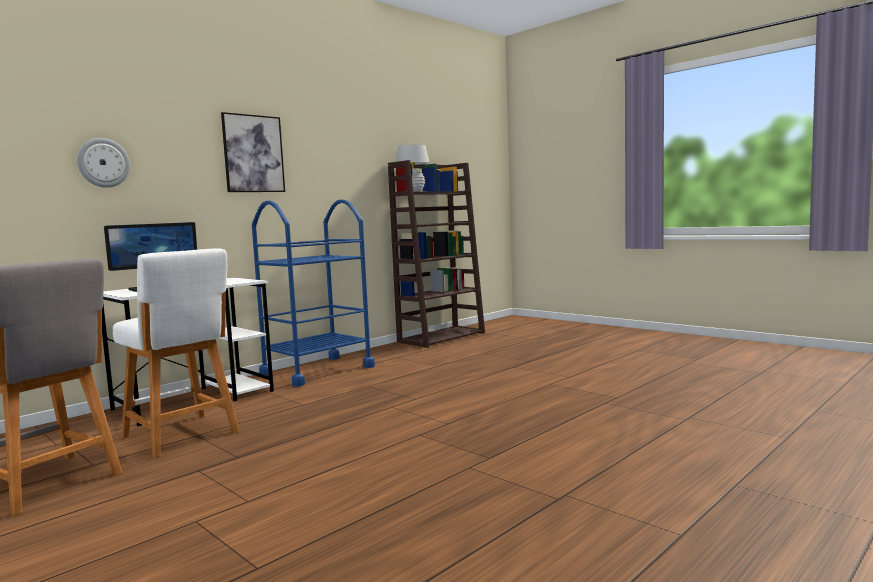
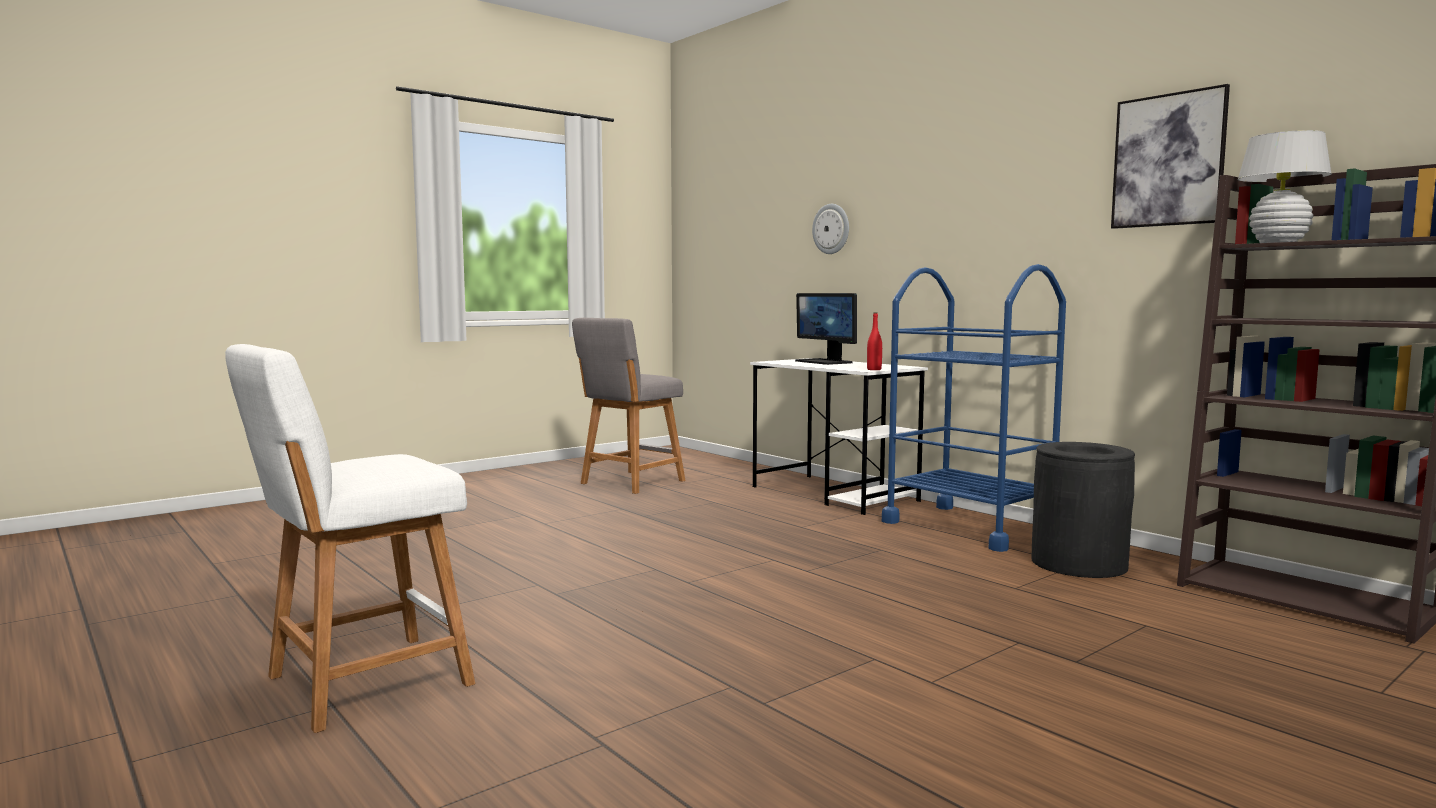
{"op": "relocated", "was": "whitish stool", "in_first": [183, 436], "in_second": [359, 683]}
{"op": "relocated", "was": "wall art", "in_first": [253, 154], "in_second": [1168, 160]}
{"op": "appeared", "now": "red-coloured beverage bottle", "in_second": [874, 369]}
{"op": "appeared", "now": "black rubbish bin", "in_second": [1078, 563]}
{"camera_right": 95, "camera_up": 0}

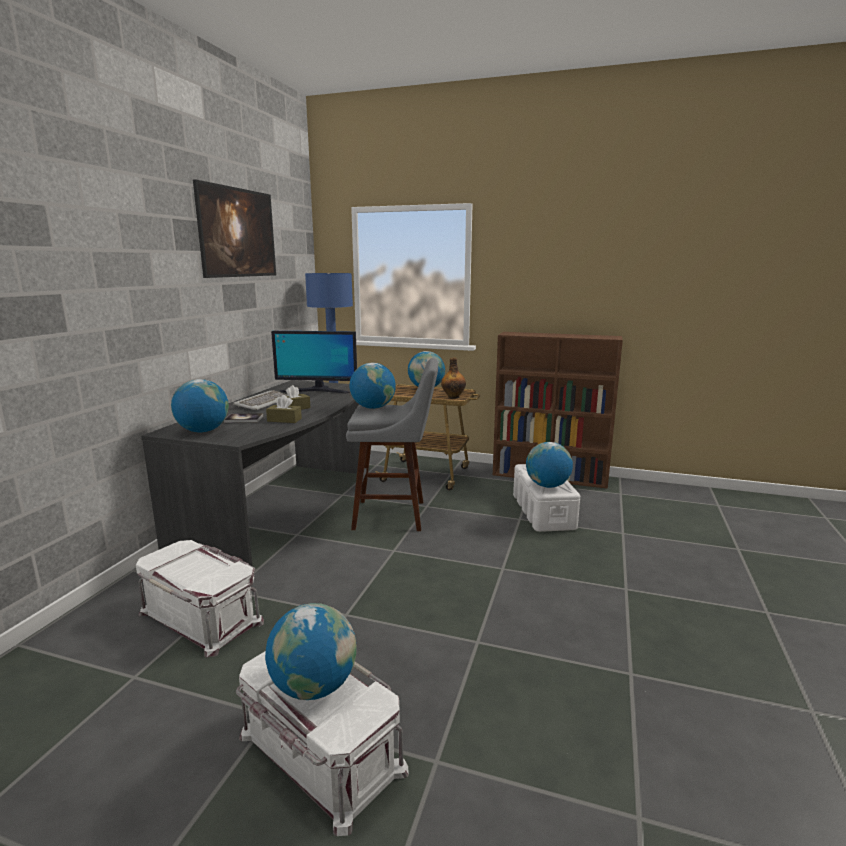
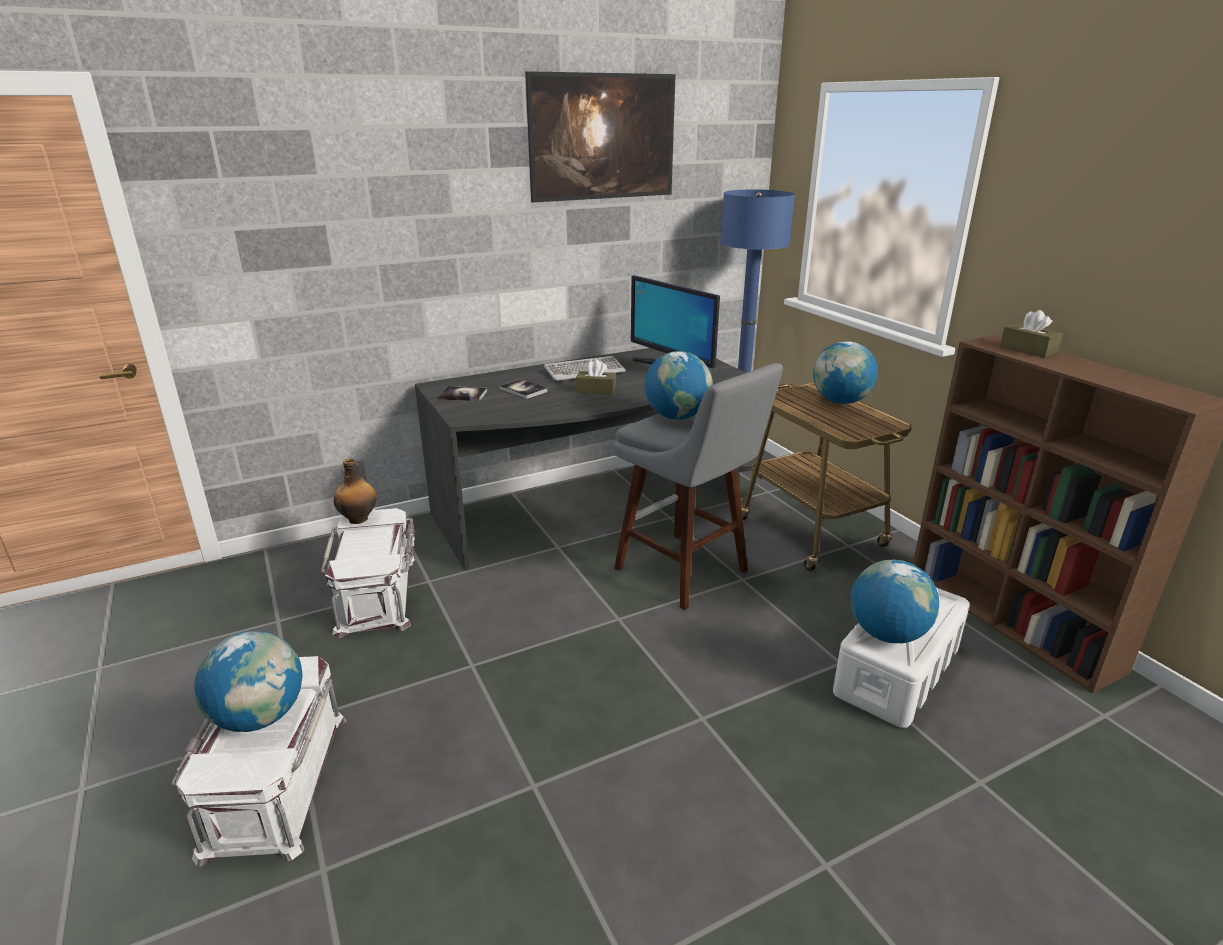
{"op": "exchanged", "was": "desk globe", "now": "book", "in_first": [203, 431], "in_second": [463, 395]}
{"op": "relocated", "was": "brownish tissue holder", "in_first": [284, 420], "in_second": [1028, 349]}
{"op": "relocated", "was": "beverage bottle", "in_first": [453, 397], "in_second": [359, 519]}
{"camera_right": 45, "camera_up": 10}

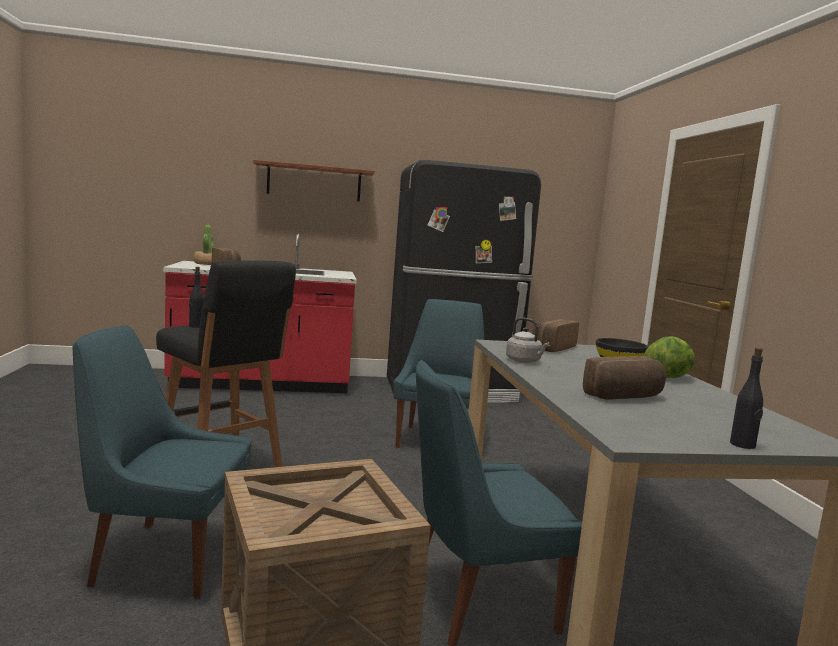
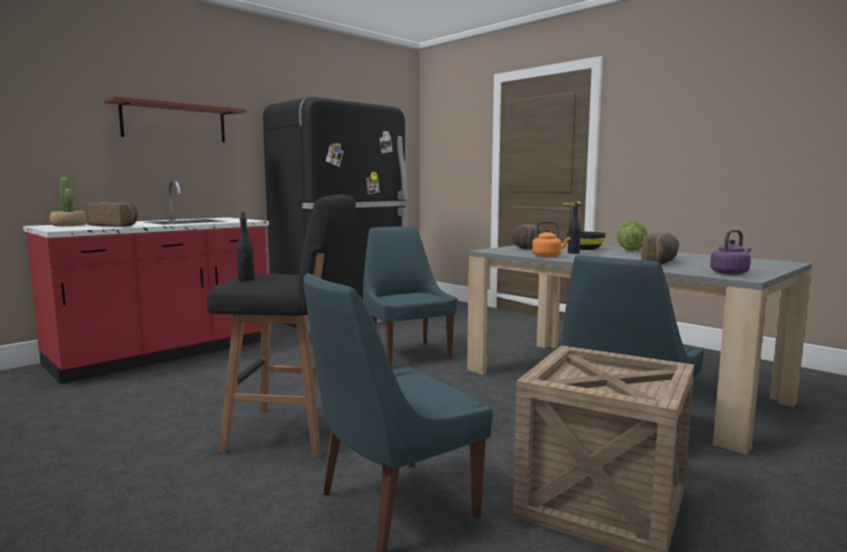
{"op": "colour", "was": "greyish kettle", "now": "orangey kettle", "in_first": [524, 361], "in_second": [548, 256]}
{"op": "relocated", "was": "black beverage bottle", "in_first": [742, 445], "in_second": [573, 253]}
{"op": "appeared", "now": "purplish kettle", "in_second": [730, 273]}
{"camera_right": -35, "camera_up": 0}

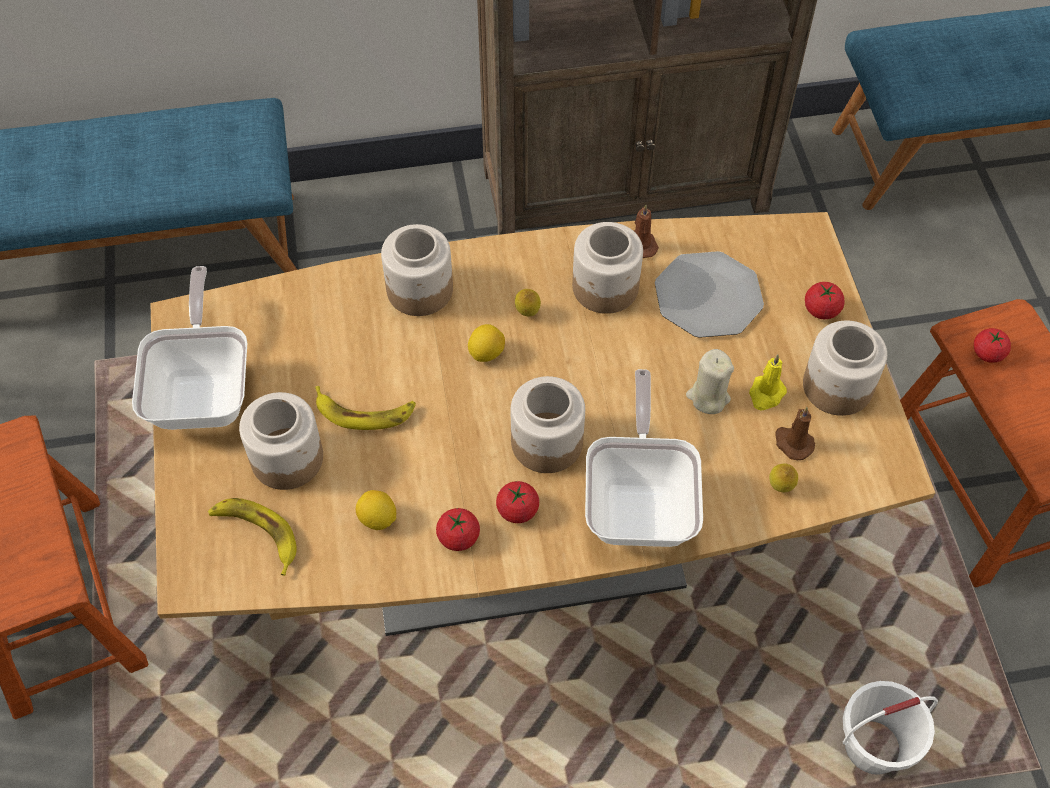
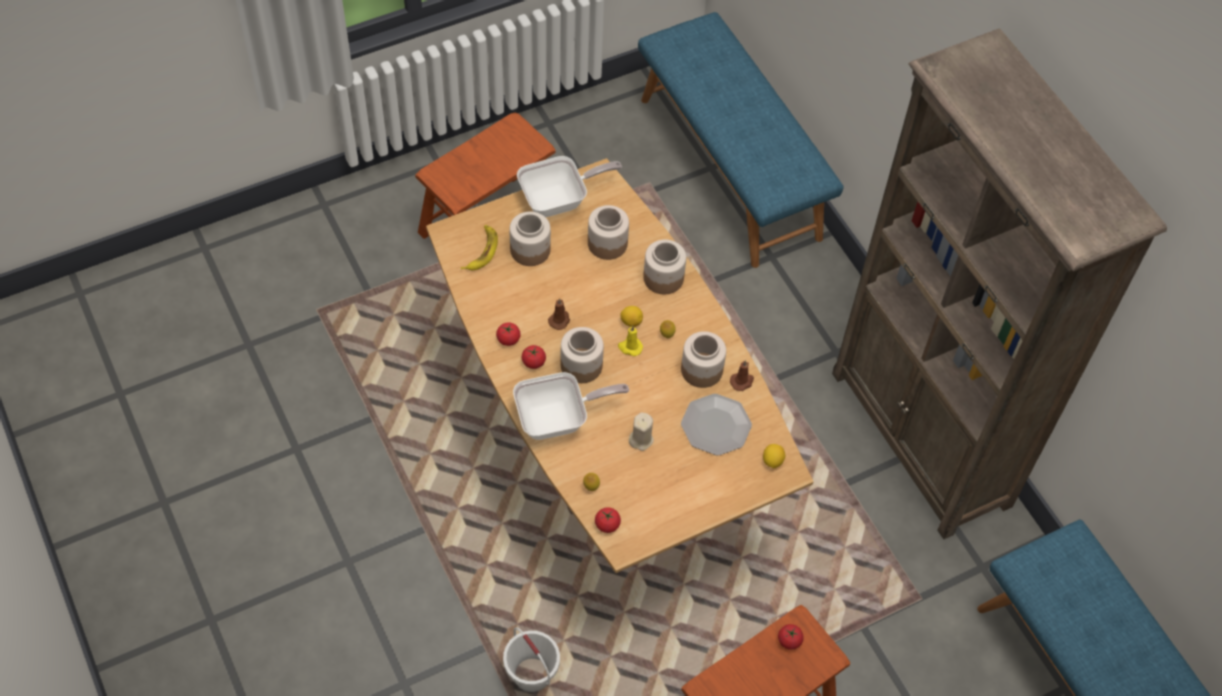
{"op": "missing", "was": "banana fruit", "in_first": [365, 412]}
{"op": "relocated", "was": "whole lemon", "in_first": [377, 519], "in_second": [772, 461]}
{"op": "relocated", "was": "yellow-coloured wax candle", "in_first": [766, 394], "in_second": [630, 347]}
{"op": "relocated", "was": "brownish wax candle", "in_first": [792, 443], "in_second": [559, 320]}
{"op": "relocated", "was": "storage jar", "in_first": [836, 386], "in_second": [607, 243]}
{"op": "relocated", "was": "whole tomato", "in_first": [821, 310], "in_second": [607, 524]}
{"camera_right": 70, "camera_up": 0}

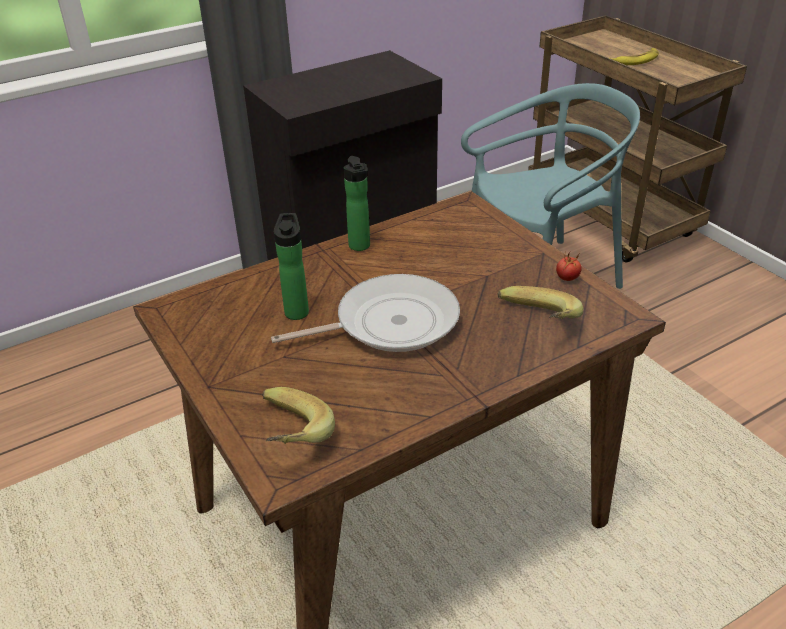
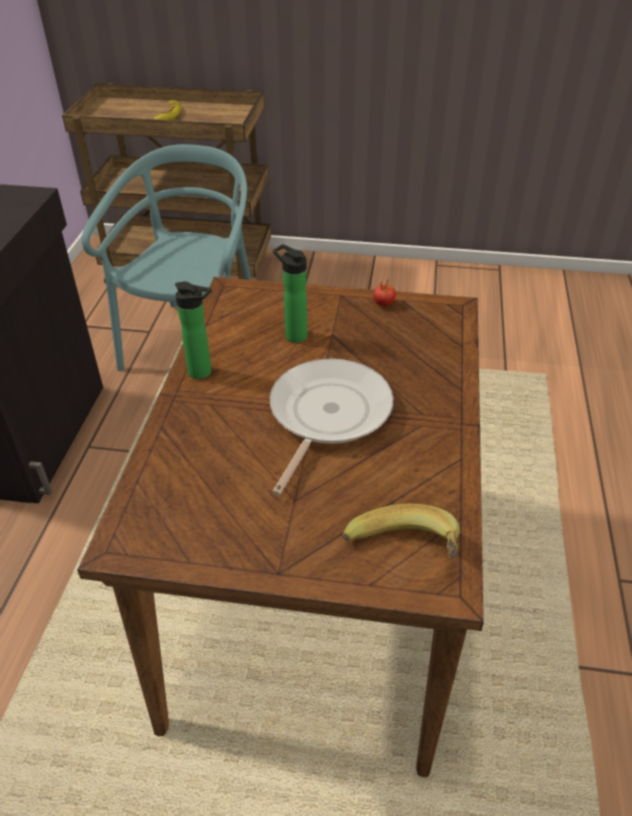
{"op": "relocated", "was": "beverage bottle", "in_first": [297, 310], "in_second": [293, 334]}
{"op": "missing", "was": "banana fruit", "in_first": [535, 324]}
{"camera_right": -50, "camera_up": 5}

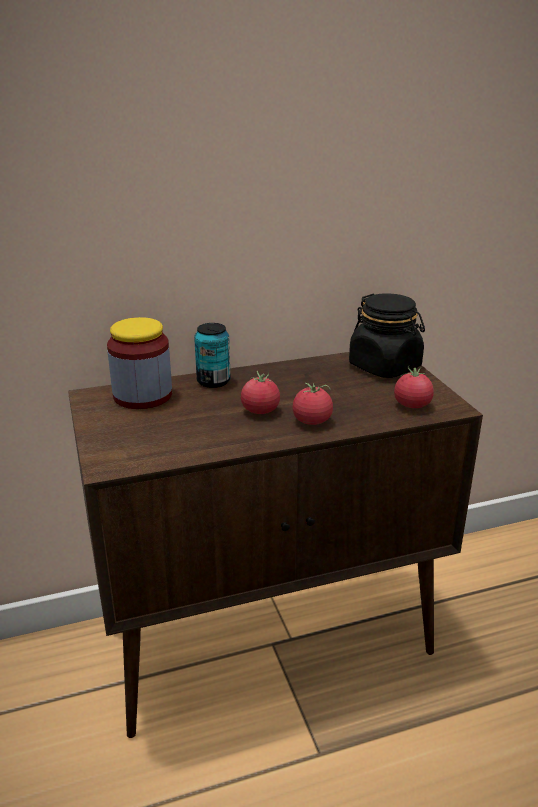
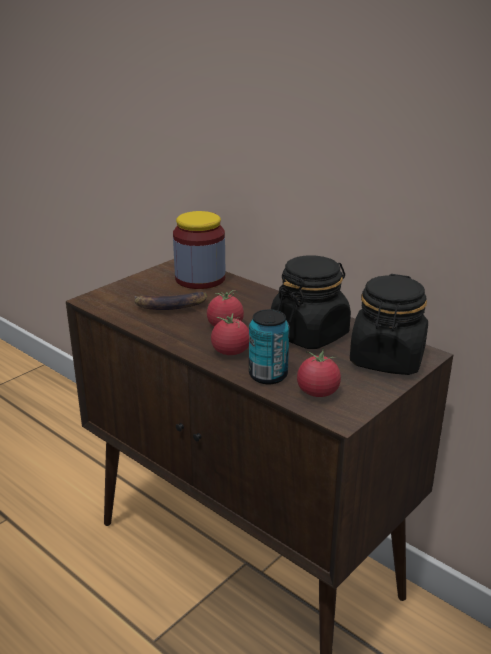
{"op": "relocated", "was": "can", "in_first": [213, 381], "in_second": [268, 375]}
{"op": "appeared", "now": "banana fruit", "in_second": [170, 305]}
{"op": "appeared", "now": "black storage jar", "in_second": [309, 334]}
{"camera_right": 60, "camera_up": 0}

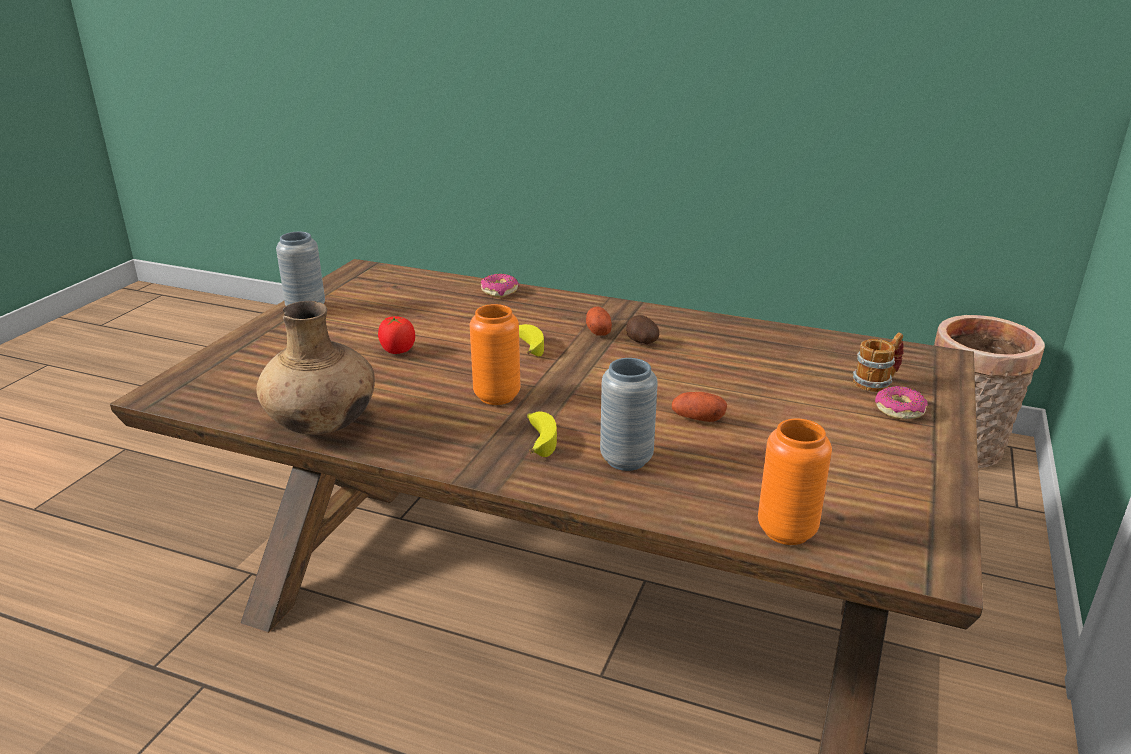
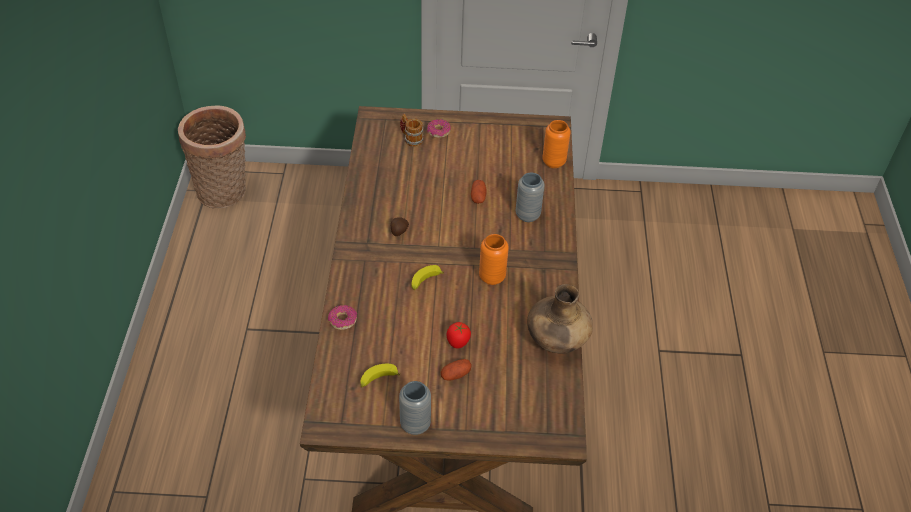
{"op": "relocated", "was": "banana fruit", "in_first": [538, 439], "in_second": [378, 379]}
{"op": "relocated", "was": "potato", "in_first": [598, 331], "in_second": [455, 374]}
{"camera_right": -110, "camera_up": 20}

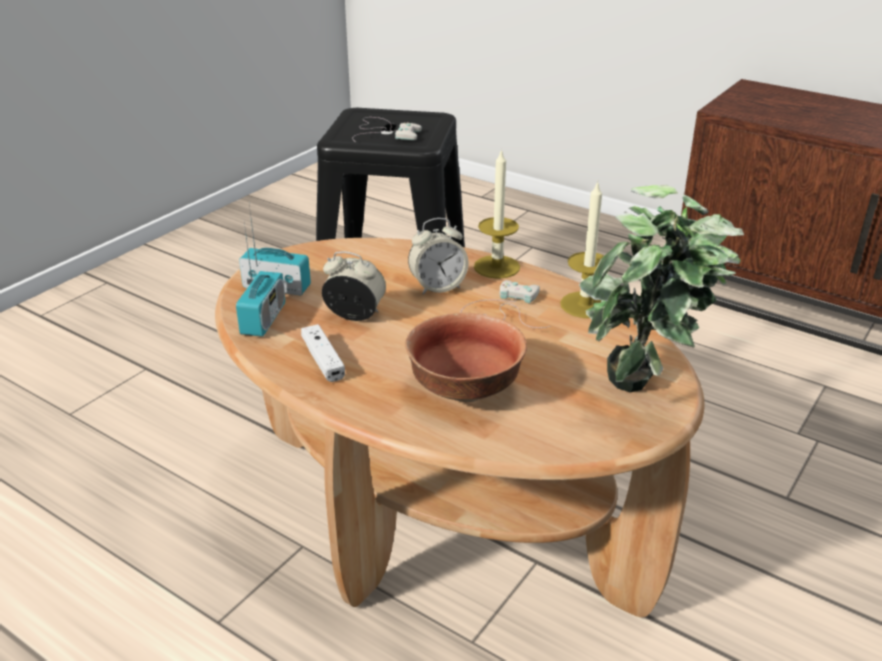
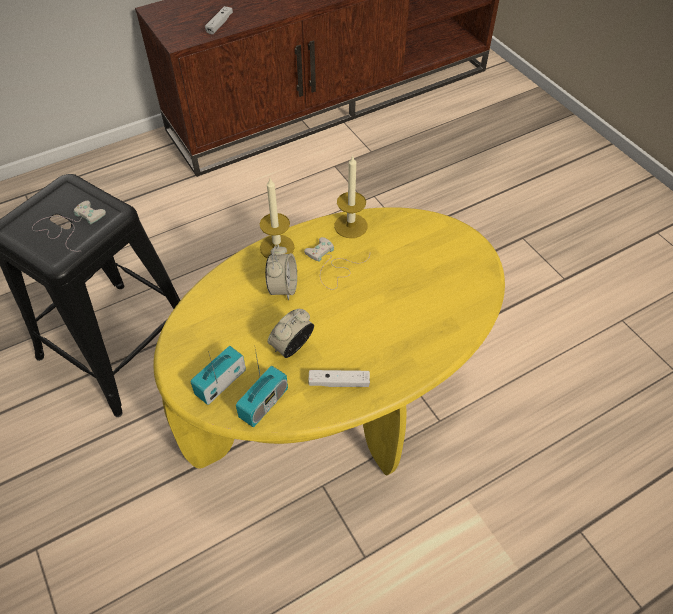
{"op": "colour", "was": "brownish coffee table", "now": "yellow-coloured coffee table", "in_first": [441, 515], "in_second": [336, 396]}
{"op": "spun", "was": "radio set", "in_first": [263, 319], "in_second": [264, 404], "clockwise": 90}
{"op": "missing", "was": "bowl", "in_first": [463, 389]}
{"op": "missing", "was": "potted plant", "in_first": [641, 400]}
{"op": "appeared", "now": "whitish joypad", "in_second": [219, 24]}
{"camera_right": -65, "camera_up": 20}

